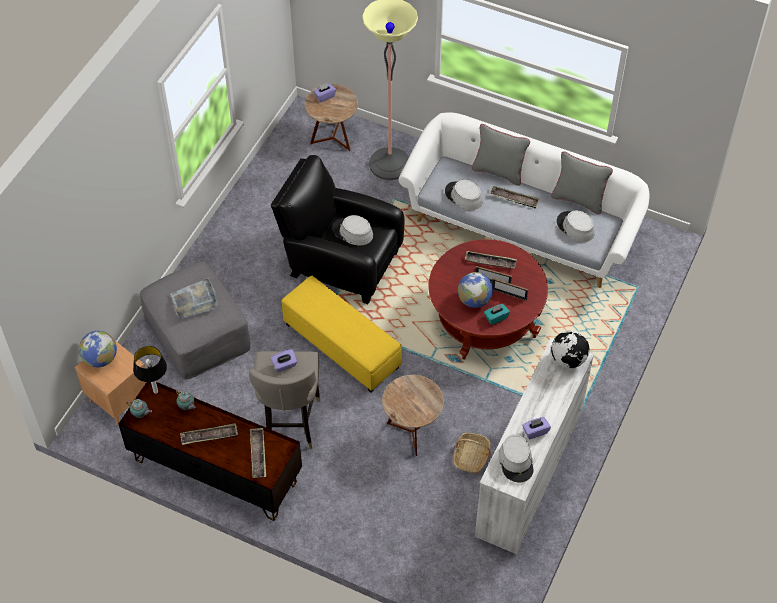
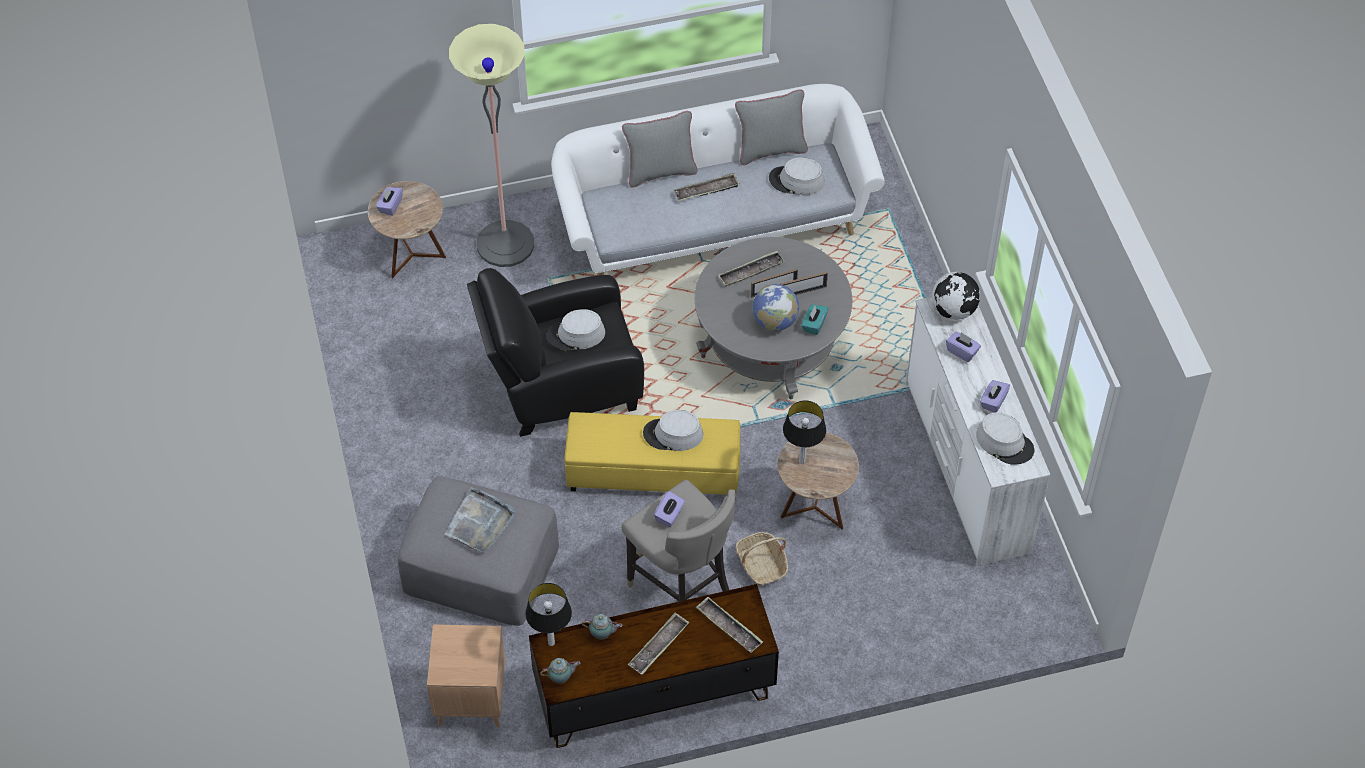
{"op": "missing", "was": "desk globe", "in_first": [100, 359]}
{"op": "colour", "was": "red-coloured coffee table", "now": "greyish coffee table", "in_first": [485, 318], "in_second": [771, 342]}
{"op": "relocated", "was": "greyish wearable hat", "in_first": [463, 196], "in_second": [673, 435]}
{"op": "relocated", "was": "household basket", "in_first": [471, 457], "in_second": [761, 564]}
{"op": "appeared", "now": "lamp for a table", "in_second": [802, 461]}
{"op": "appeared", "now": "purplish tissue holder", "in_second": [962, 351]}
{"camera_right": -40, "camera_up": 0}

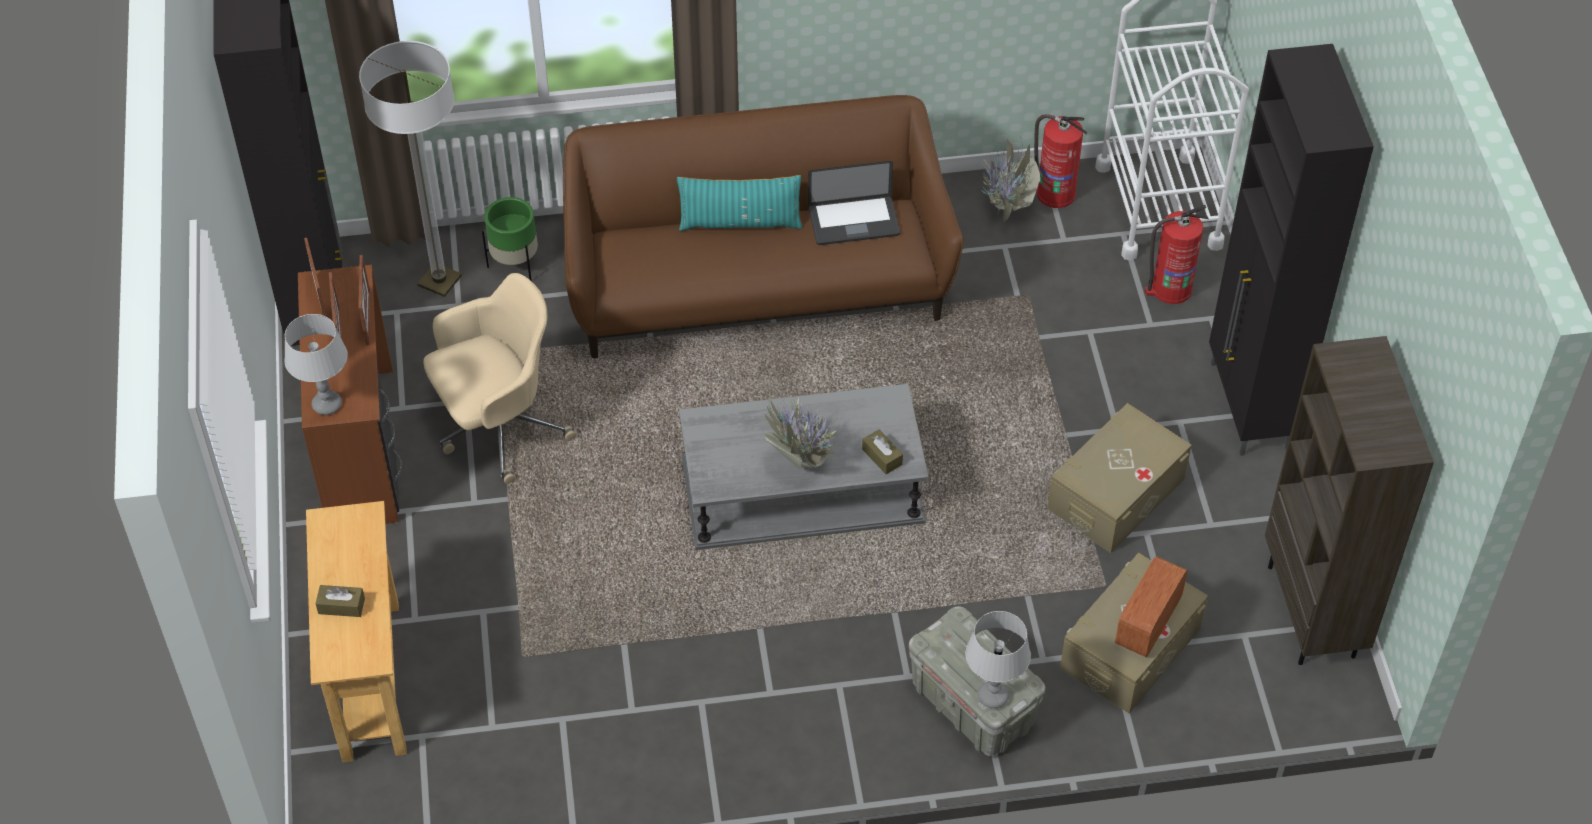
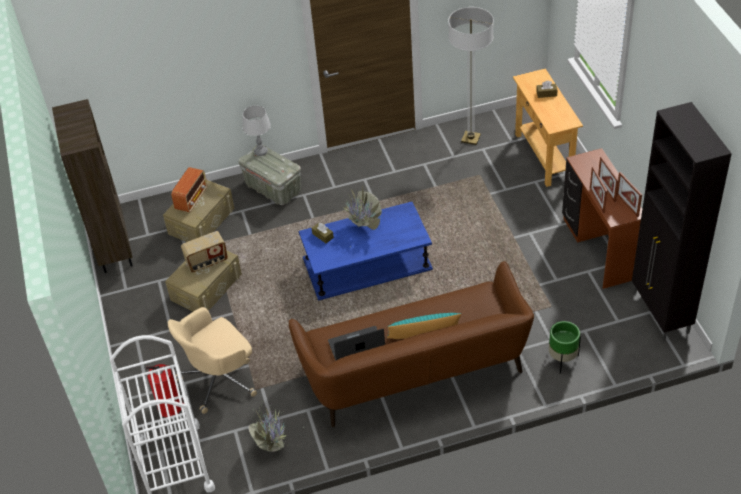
{"op": "missing", "was": "greyish lamp for a table", "in_first": [327, 404]}
{"op": "relocated", "was": "standing lamp", "in_first": [439, 281], "in_second": [470, 138]}
{"op": "relocated", "was": "beige-coloured computer chair", "in_first": [499, 427], "in_second": [220, 379]}
{"op": "colour", "was": "greyish coffee table", "now": "blue-coloured coffee table", "in_first": [803, 489], "in_second": [366, 264]}
{"op": "missing", "was": "extinguisher", "in_first": [1054, 193]}
{"op": "missing", "was": "black storage cabinet", "in_first": [1249, 407]}
{"op": "appeared", "now": "radio set", "in_second": [207, 262]}
{"camera_right": 175, "camera_up": -5}

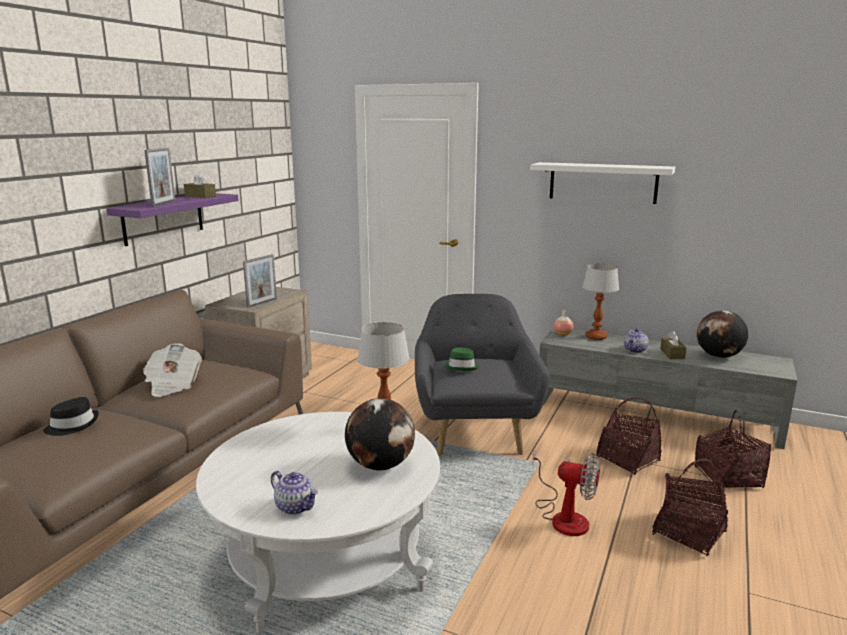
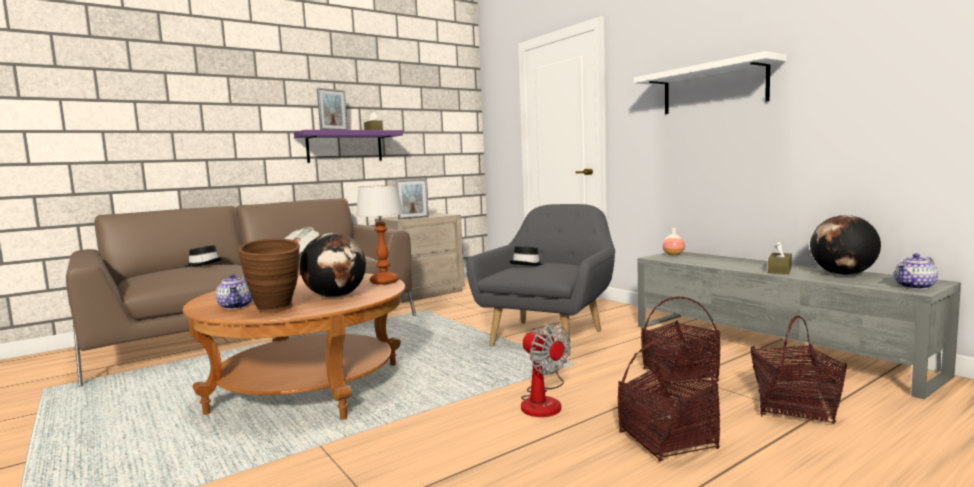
{"op": "colour", "was": "whitish coffee table", "now": "brownish coffee table", "in_first": [326, 559], "in_second": [309, 387]}
{"op": "colour", "was": "green-coloured wearable hat", "now": "black wearable hat", "in_first": [462, 367], "in_second": [528, 264]}
{"op": "missing", "was": "lamp for a table", "in_first": [596, 337]}
{"op": "relocated", "was": "teapot", "in_first": [635, 350], "in_second": [915, 287]}
{"op": "appeared", "now": "brownish flower vase", "in_second": [276, 310]}
{"camera_right": 30, "camera_up": -10}

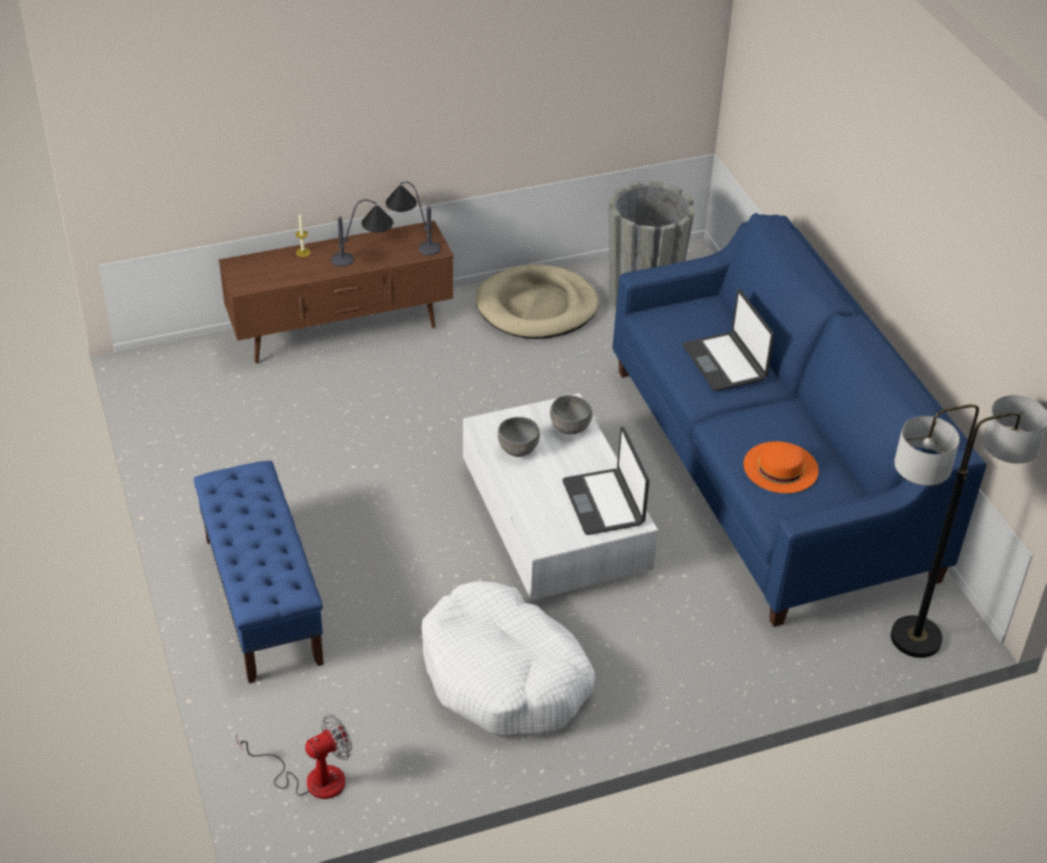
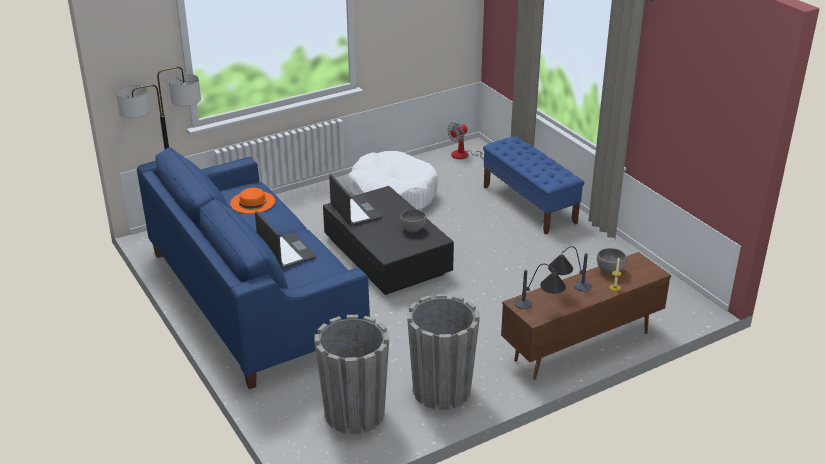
{"op": "colour", "was": "whitish coffee table", "now": "black coffee table", "in_first": [555, 520], "in_second": [386, 256]}
{"op": "exchanged", "was": "beige-coloured dog cushion", "now": "greyish planter", "in_first": [537, 307], "in_second": [441, 390]}
{"op": "relocated", "was": "greyish bowl", "in_first": [569, 428], "in_second": [610, 271]}
{"camera_right": 170, "camera_up": -10}

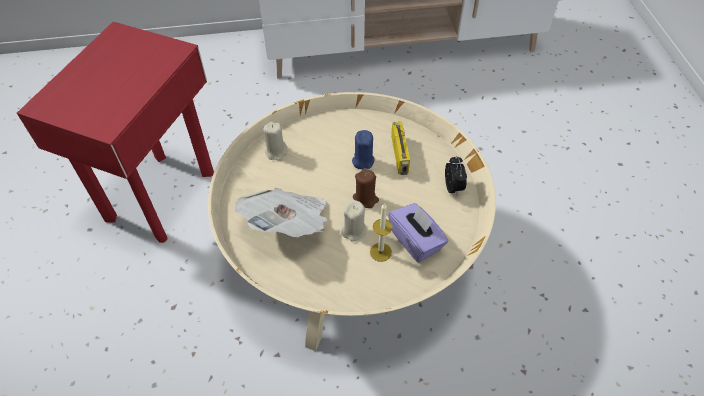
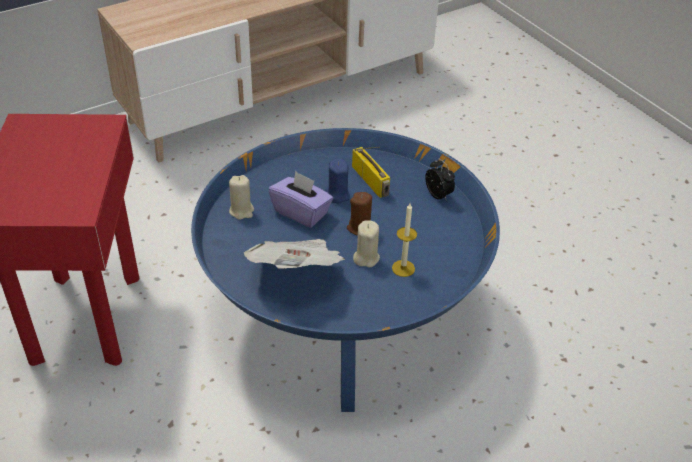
{"op": "colour", "was": "beige-coloured coffee table", "now": "blue-coloured coffee table", "in_first": [352, 257], "in_second": [342, 313]}
{"op": "relocated", "was": "purplish tissue holder", "in_first": [416, 241], "in_second": [301, 212]}
{"camera_right": -25, "camera_up": -10}

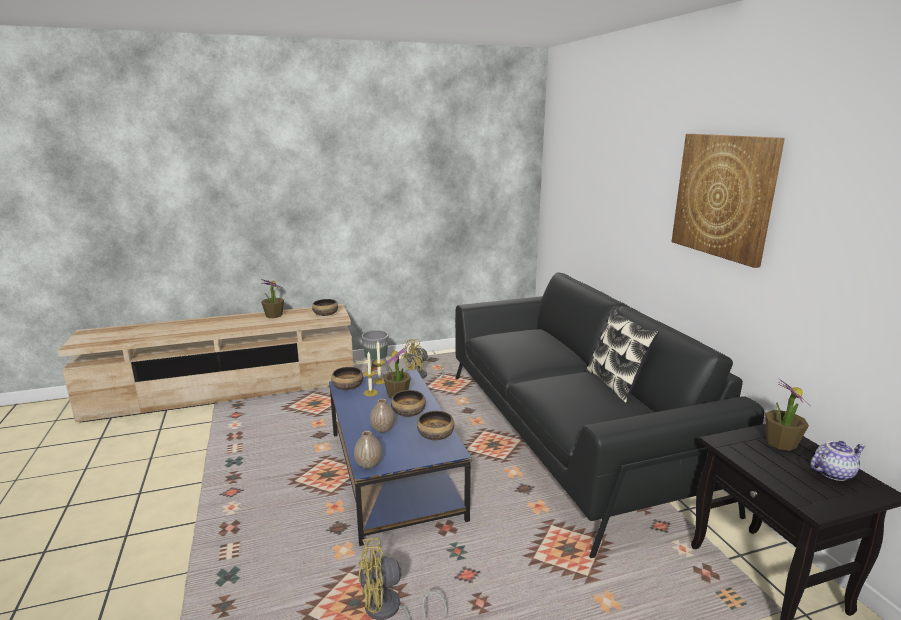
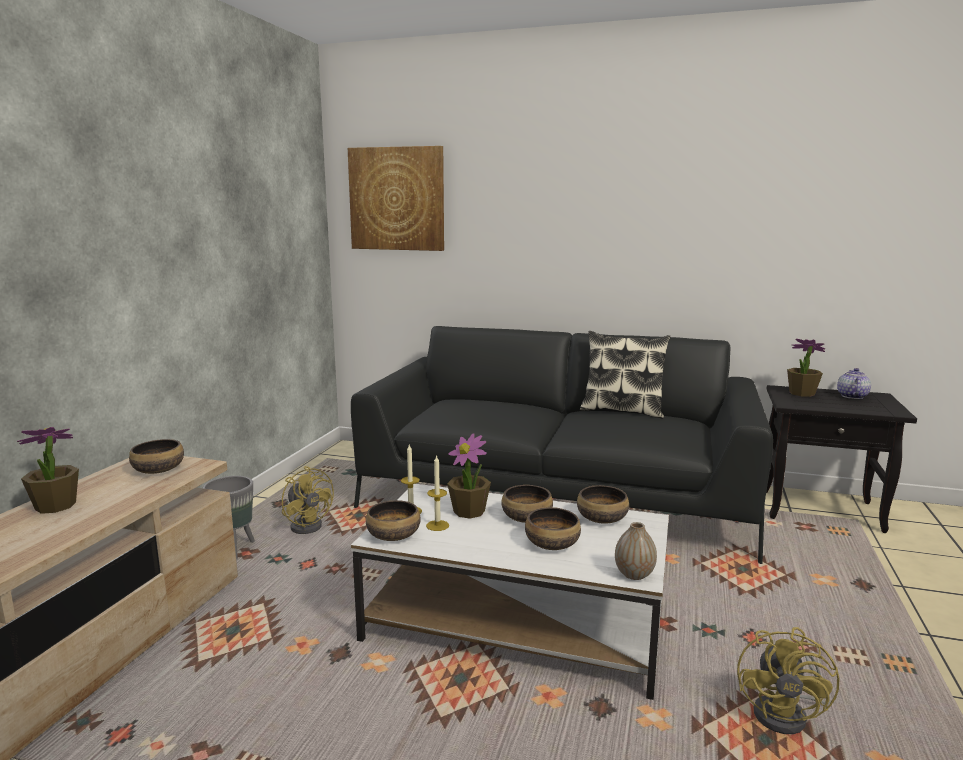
{"op": "colour", "was": "blue-coloured coffee table", "now": "whitish coffee table", "in_first": [394, 474], "in_second": [518, 623]}
{"op": "exchanged", "was": "flower vase", "now": "bowl", "in_first": [383, 429], "in_second": [552, 543]}
{"op": "spun", "was": "yellow-coloured fan", "in_first": [422, 376], "in_second": [309, 525], "clockwise": -45}
{"op": "relocated", "was": "wall art", "in_first": [724, 196], "in_second": [397, 199]}
{"camera_right": -55, "camera_up": -5}

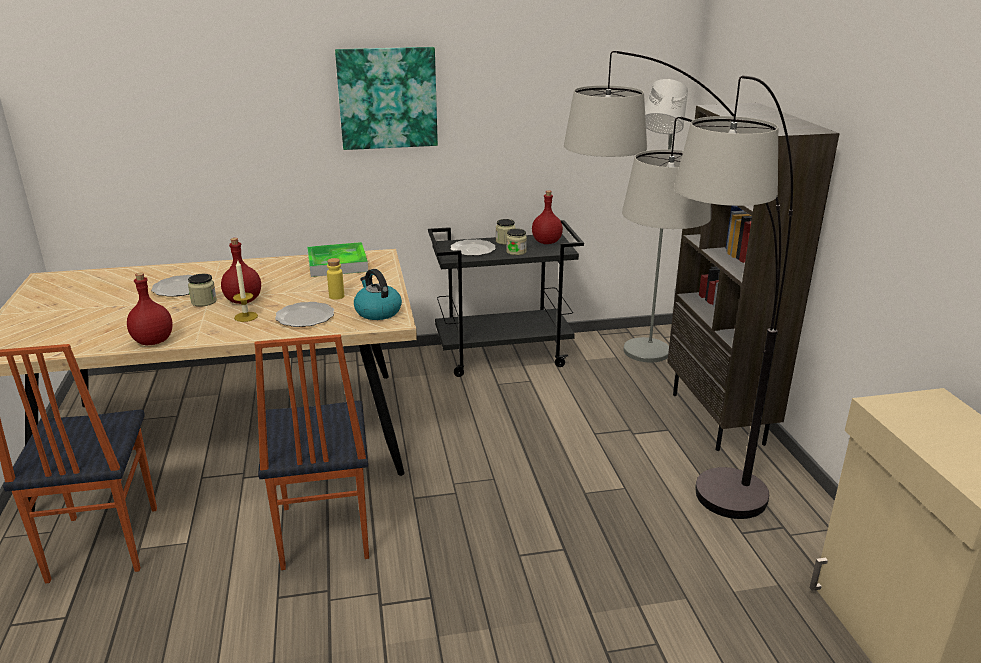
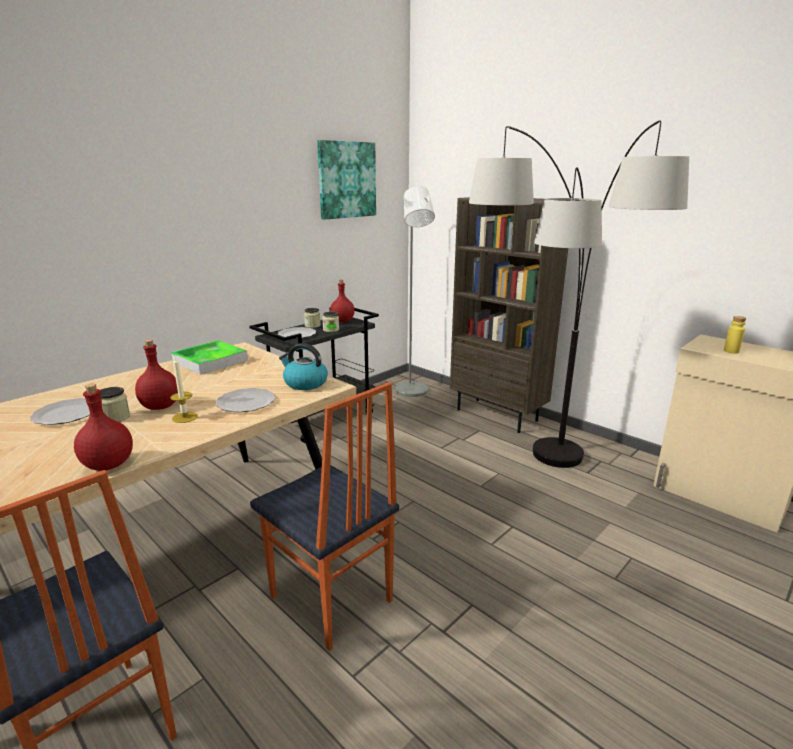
{"op": "relocated", "was": "yellow-coloured beverage bottle", "in_first": [336, 296], "in_second": [731, 351]}
{"op": "relocated", "was": "wall art", "in_first": [387, 98], "in_second": [346, 180]}
{"camera_right": -35, "camera_up": -5}

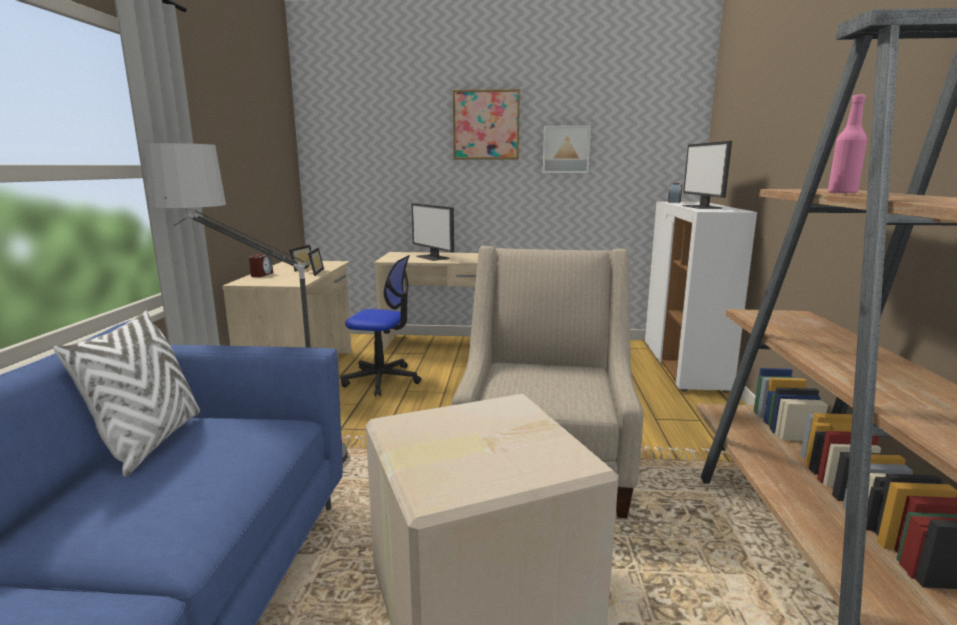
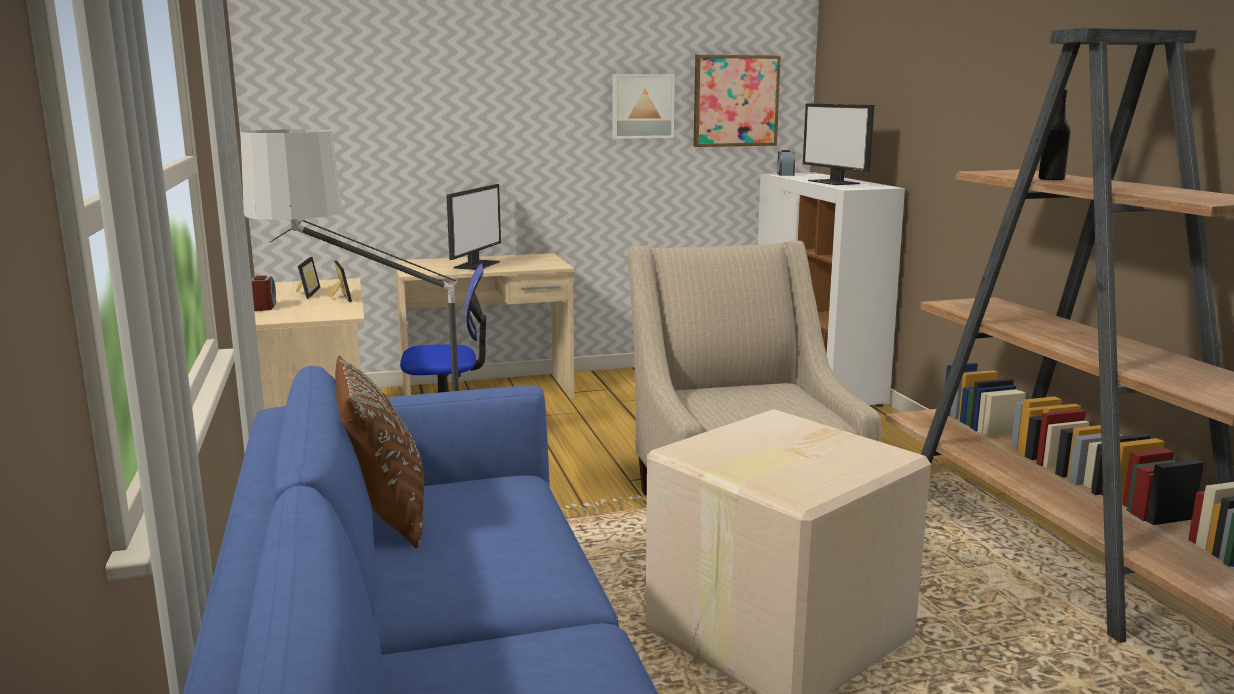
{"op": "colour", "was": "whitish throw pillow", "now": "brownish throw pillow", "in_first": [150, 442], "in_second": [386, 516]}
{"op": "spun", "was": "computer display", "in_first": [433, 257], "in_second": [476, 265], "clockwise": -105}
{"op": "relocated", "was": "wall art", "in_first": [486, 125], "in_second": [735, 101]}
{"op": "colour", "was": "pink-coloured beverage bottle", "now": "black beverage bottle", "in_first": [842, 193], "in_second": [1051, 180]}
{"camera_right": -20, "camera_up": 0}

